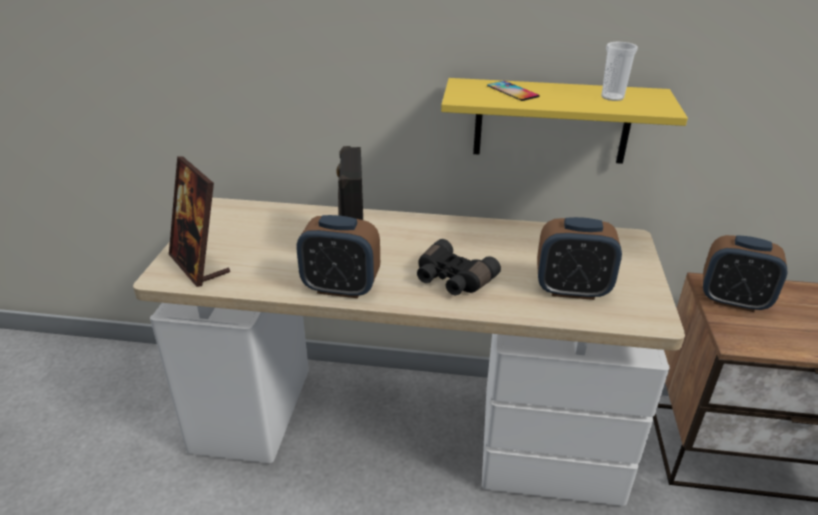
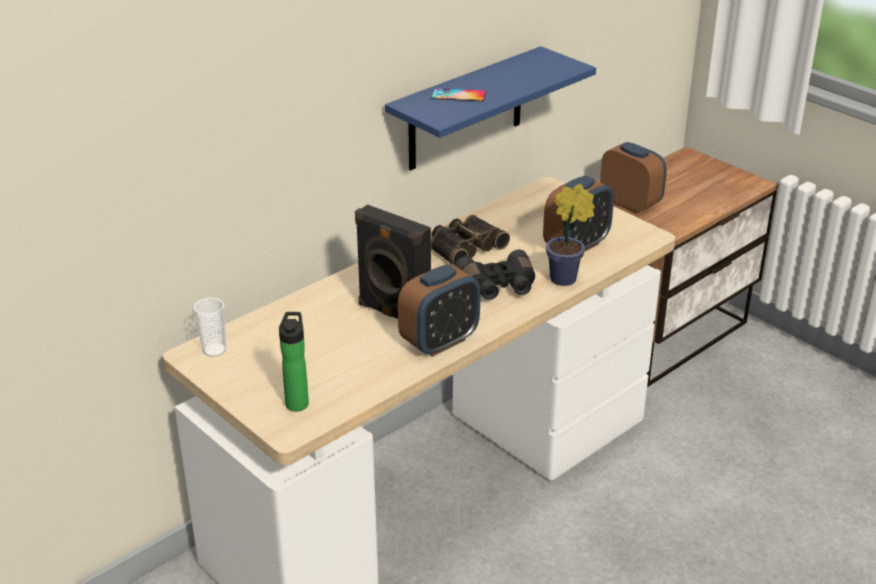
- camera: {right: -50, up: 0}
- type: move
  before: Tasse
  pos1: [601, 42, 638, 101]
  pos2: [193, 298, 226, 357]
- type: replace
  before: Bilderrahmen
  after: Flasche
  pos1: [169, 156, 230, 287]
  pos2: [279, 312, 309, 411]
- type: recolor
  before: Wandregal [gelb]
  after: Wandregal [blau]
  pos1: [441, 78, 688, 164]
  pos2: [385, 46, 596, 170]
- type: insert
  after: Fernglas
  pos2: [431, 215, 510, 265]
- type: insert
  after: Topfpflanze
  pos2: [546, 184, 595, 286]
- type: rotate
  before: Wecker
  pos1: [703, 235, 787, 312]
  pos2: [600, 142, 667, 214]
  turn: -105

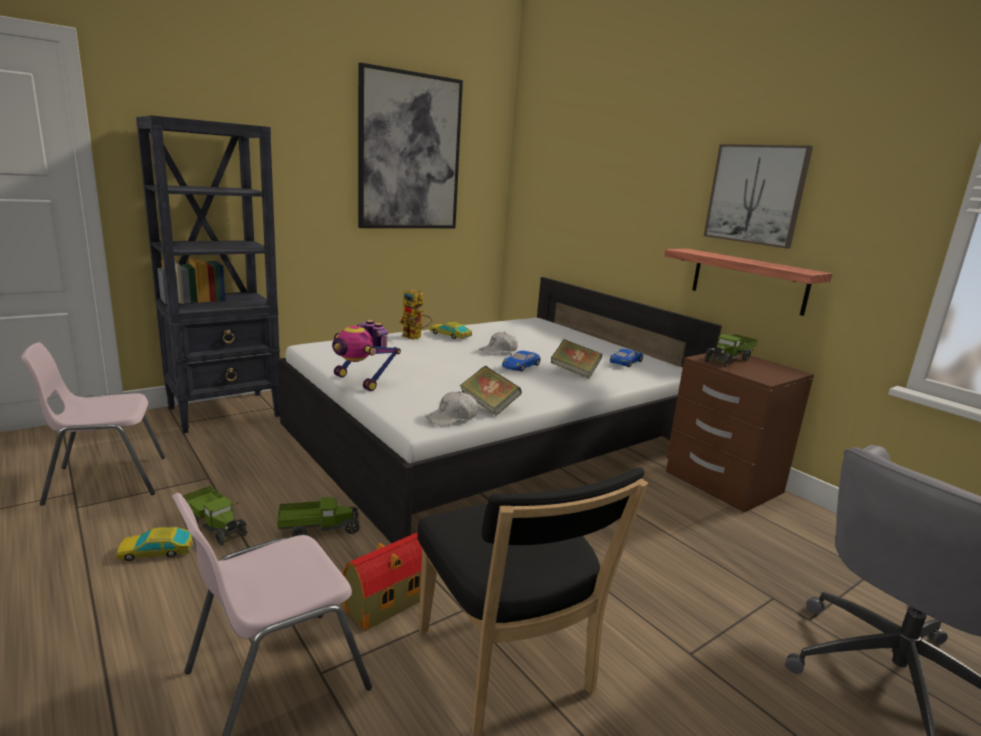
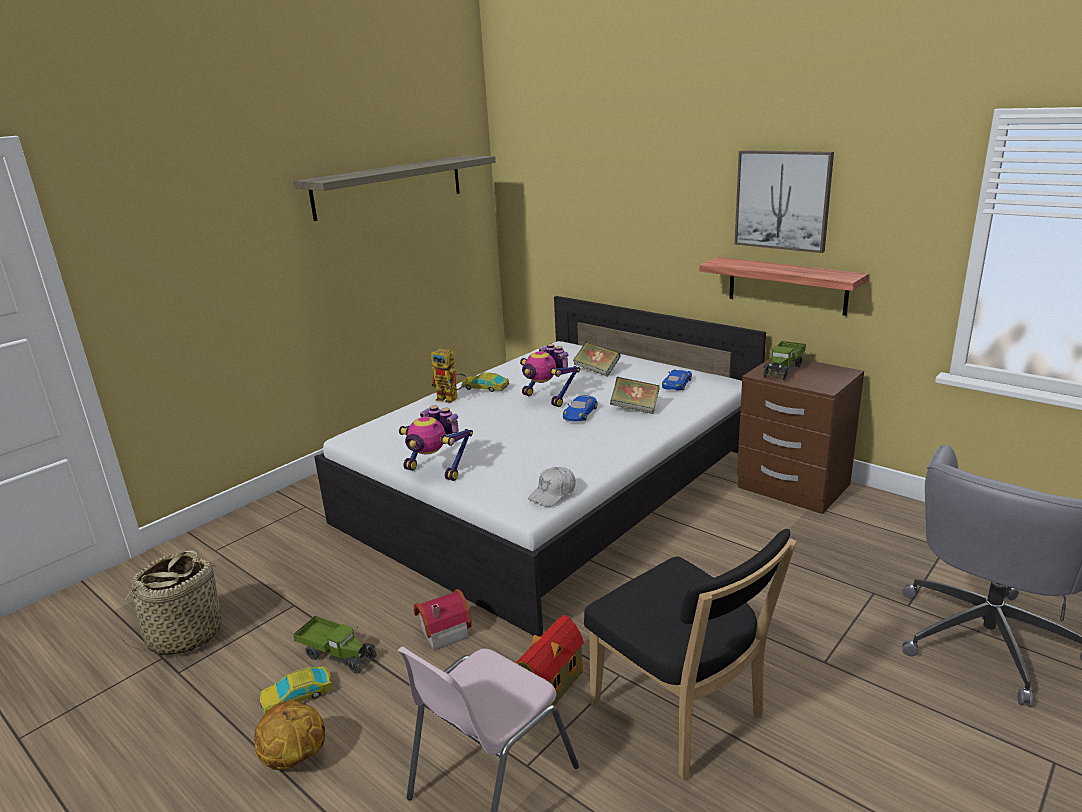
- camera: {right: -10, up: 5}
- type: replace
  before: Stuhl [rosa]
  after: Korb
  pos1: [21, 342, 165, 506]
  pos2: [121, 550, 228, 655]
- type: insert
  after: Basketball
  pos2: [254, 700, 325, 770]
- type: replace
  before: Bild
  after: Wandregal
  pos1: [358, 63, 463, 228]
  pos2: [293, 155, 496, 221]
- type: replace
  before: Spielzeuglaster
  after: Spielzeughaus
  pos1: [277, 497, 360, 537]
  pos2: [414, 589, 472, 651]
- type: replace
  before: Kappe [weiß]
  after: Spielzeugroboter
  pos1: [479, 332, 518, 355]
  pos2: [520, 344, 580, 407]
- type: move
  before: Buch
  pos1: [460, 366, 522, 416]
  pos2: [573, 342, 621, 377]
- type: delete
  before: Bücherregal [schwarz]
  pos1: [136, 115, 280, 434]

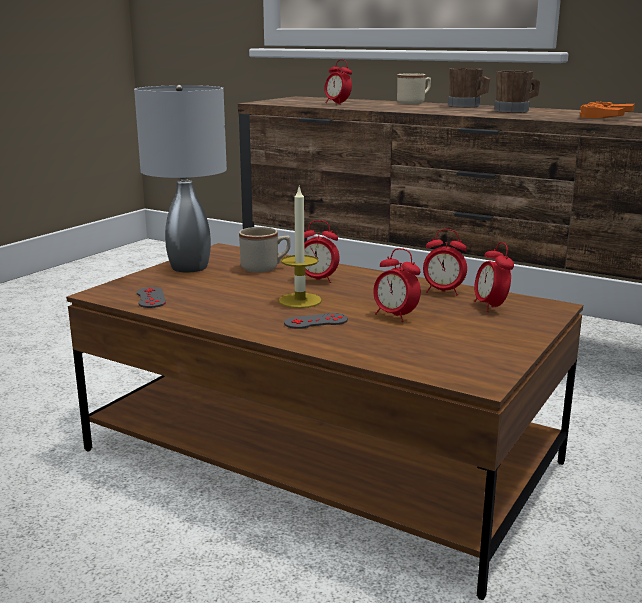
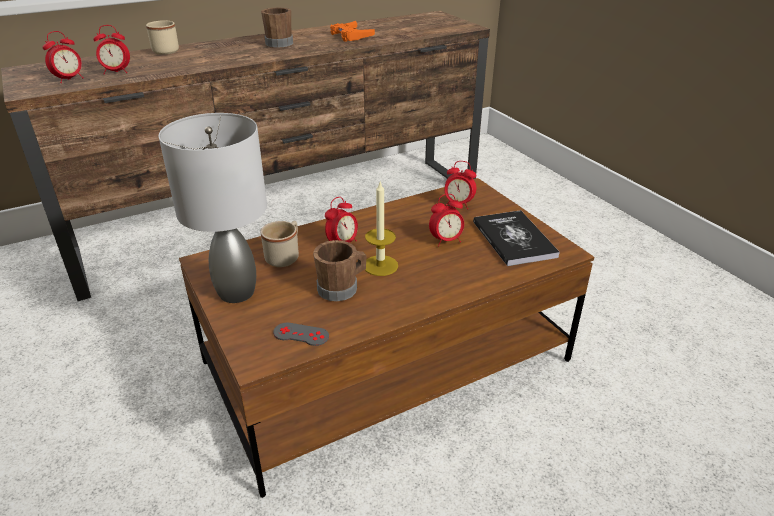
- camera: {right: -60, up: 15}
- type: move
  before: Wecker
  pos1: [423, 229, 467, 296]
  pos2: [43, 31, 84, 83]
- type: move
  before: Henkelbecher [braun]
  pos1: [448, 68, 490, 108]
  pos2: [313, 240, 367, 301]
- type: insert
  after: Buch
  pos2: [473, 210, 560, 266]
- type: delete
  before: Gamepad [grau]
  pos1: [284, 313, 348, 329]

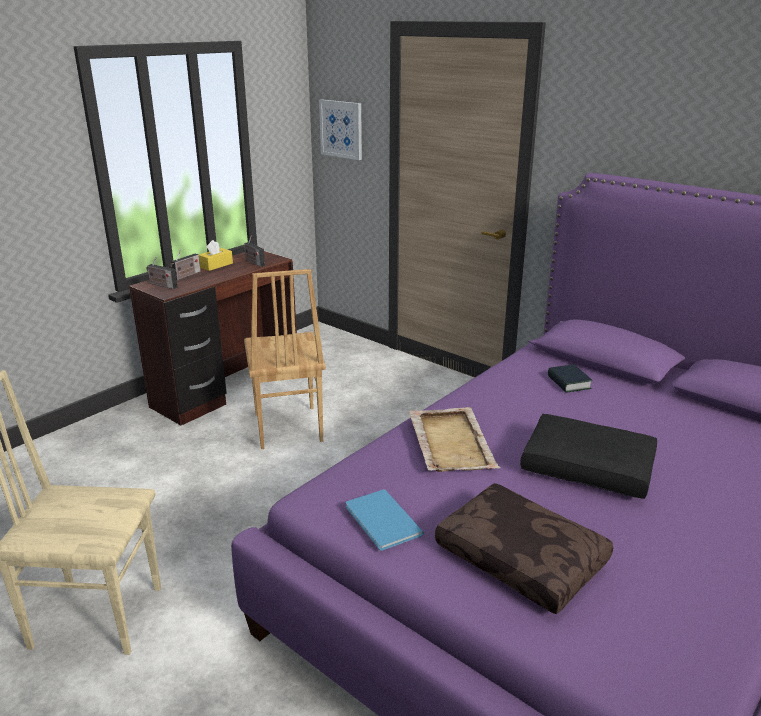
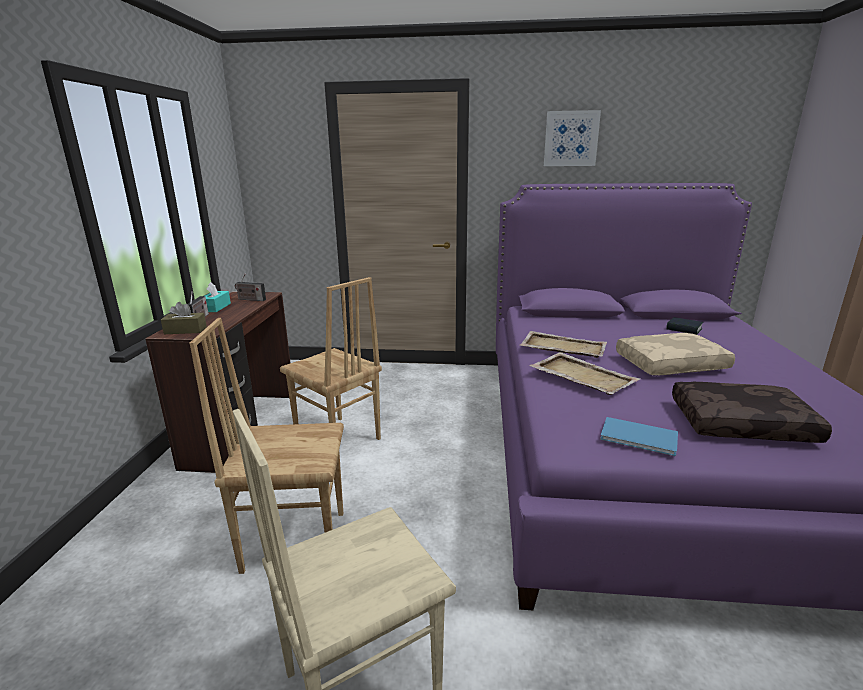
- camera: {right: -35, up: -5}
- type: replace
  before: Radio
  after: Taschentuchbox [braun]
  pos1: [146, 256, 177, 289]
  pos2: [161, 302, 207, 334]
- type: insert
  after: Stuhl [braun]
  pos2: [189, 318, 344, 574]
- type: recolor
  before: Taschentuchbox [gelb]
  after: Taschentuchbox [türkis]
  pos1: [199, 240, 233, 271]
  pos2: [205, 282, 231, 312]
- type: insert
  after: Tablett [beige]
  pos2: [520, 331, 607, 358]
- type: move
  before: Bild
  pos1: [319, 99, 362, 160]
  pos2: [544, 110, 601, 166]
- type: recolor
  before: Kissen [schwarz]
  after: Kissen [beige]
  pos1: [520, 414, 657, 499]
  pos2: [616, 333, 735, 375]
- type: move
  before: Buch
  pos1: [548, 364, 592, 393]
  pos2: [666, 317, 703, 335]

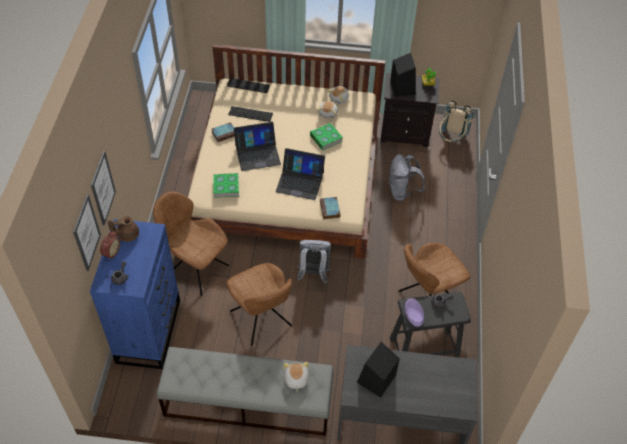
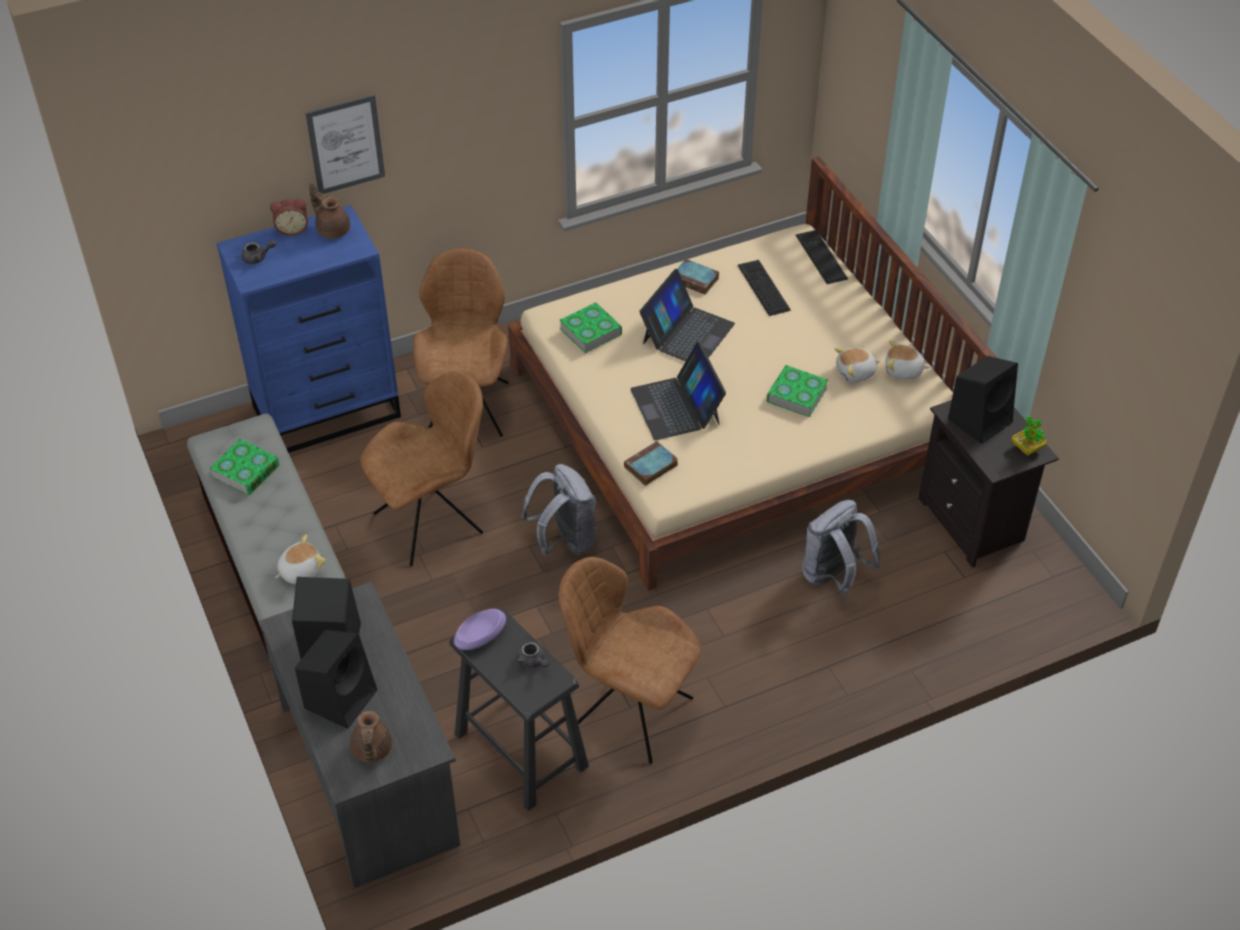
- camera: {right: 60, up: -5}
- type: insert
  after: Buch
  pos2: [209, 439, 280, 495]
- type: insert
  after: Lautsprecher [schwarz]
  pos2: [295, 630, 377, 729]
- type: insert
  after: Teekanne [braun]
  pos2: [350, 711, 392, 763]
- type: rotate
  before: Stuhl [braun]
  pos1: [227, 263, 292, 346]
  pos2: [360, 371, 483, 566]
  turn: -150
- type: rotate
  before: Laptop
  pos1: [234, 122, 281, 171]
  pos2: [639, 269, 735, 361]
  turn: -105
- type: delete
  before: Bild
  pos1: [73, 194, 101, 271]
- type: delete
  before: Rucksack [beige]
  pos1: [439, 101, 473, 142]

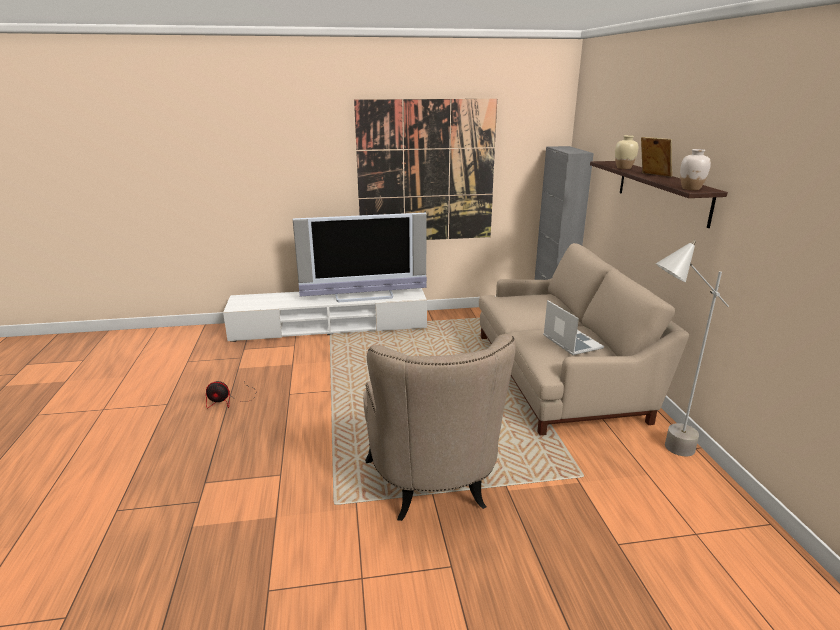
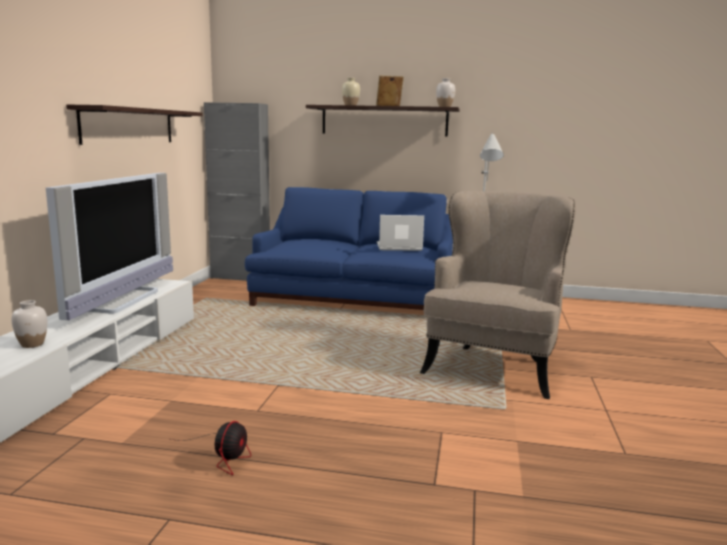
- camera: {right: -70, up: -10}
- type: insert
  after: Vase [weiß]
  pos2: [11, 300, 47, 348]
- type: replace
  before: Bild
  after: Wandregal
  pos1: [354, 99, 497, 240]
  pos2: [66, 105, 203, 145]
- type: recolor
  before: Sofa [beige]
  after: Sofa [blau]
  pos1: [479, 243, 689, 435]
  pos2: [245, 187, 453, 310]
- type: rotate
  before: Sessel [beige]
  pos1: [363, 334, 516, 521]
  pos2: [420, 191, 576, 399]
  turn: -75

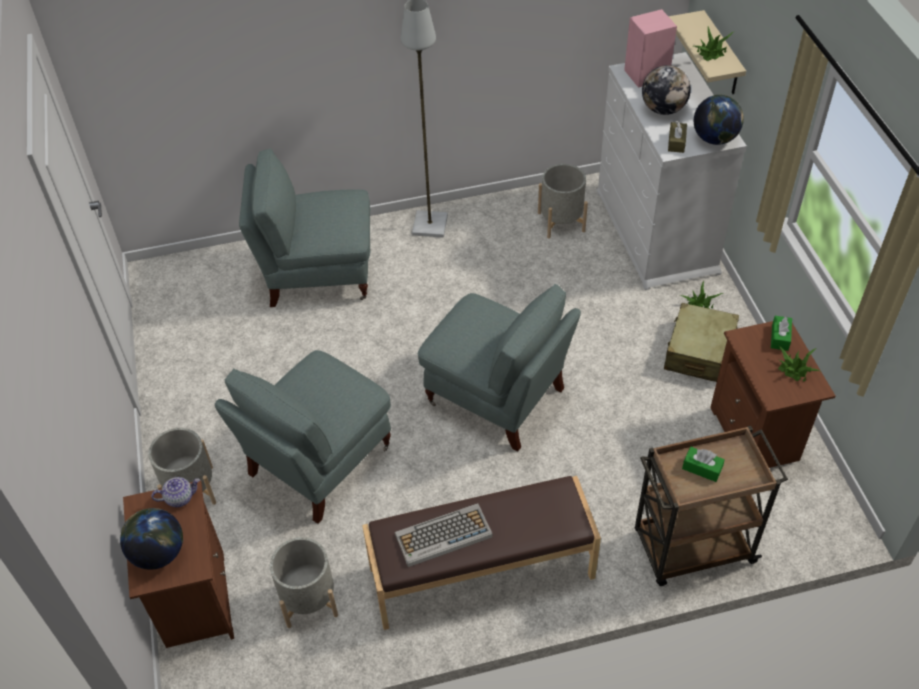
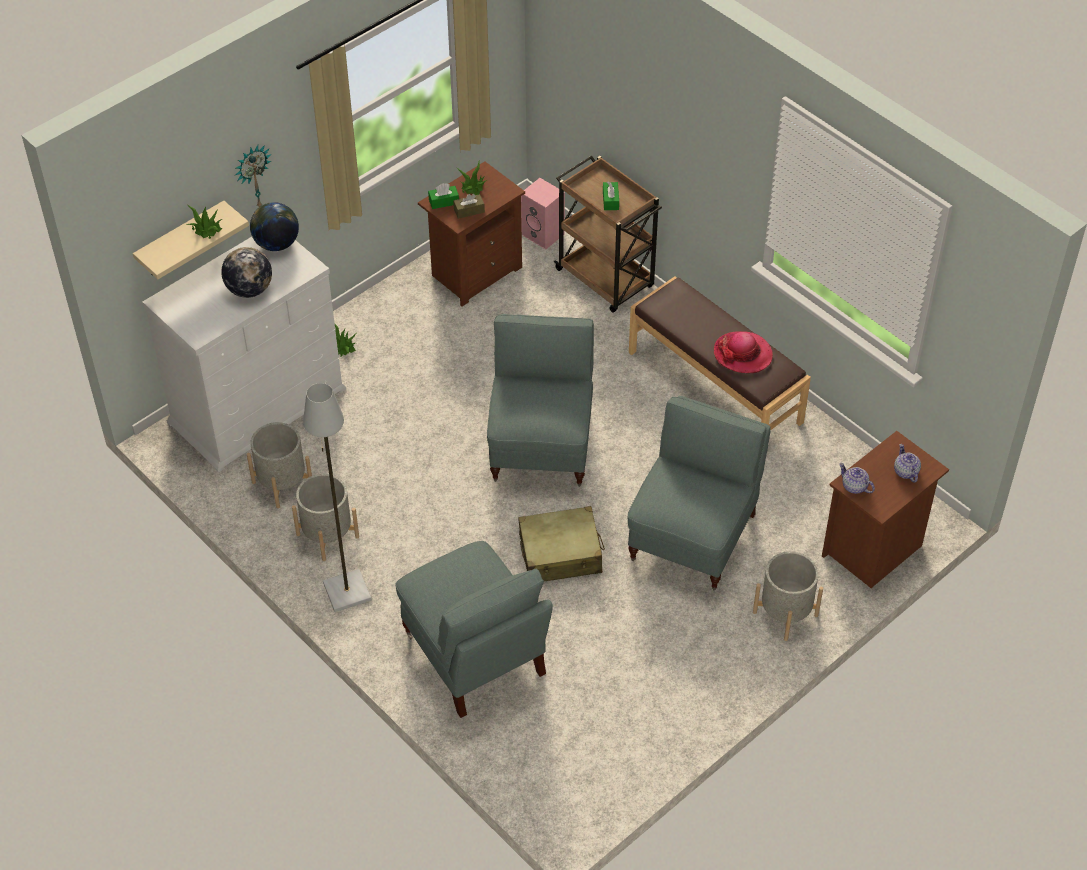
- camera: {right: -120, up: 0}
- type: insert
  after: Wanduhr
  pos2: [235, 145, 272, 207]
- type: move
  before: Pflanzkübel [grau]
  pos1: [270, 537, 338, 628]
  pos2: [292, 474, 359, 561]
- type: move
  before: Taschentuchbox [braun]
  pos1: [668, 121, 687, 153]
  pos2: [453, 194, 485, 219]
- type: move
  before: Koffer [beige]
  pos1: [664, 303, 739, 382]
  pos2: [519, 506, 605, 581]
- type: move
  before: Lautsprecher [rosa]
  pos1: [624, 9, 677, 88]
  pos2: [521, 178, 565, 249]
- type: rotate
  before: Sessel [grau]
  pos1: [215, 350, 391, 524]
  pos2: [628, 396, 771, 590]
  turn: -75
- type: replace
  before: Tastatur
  after: Hut
  pos1: [394, 503, 493, 567]
  pos2: [714, 331, 773, 373]
- type: replace
  before: Globus
  after: Teekanne
  pos1: [120, 508, 183, 570]
  pos2: [894, 444, 921, 483]

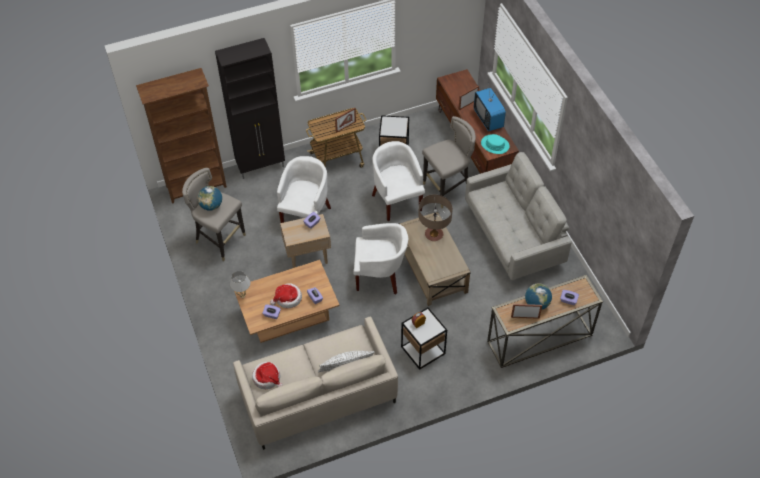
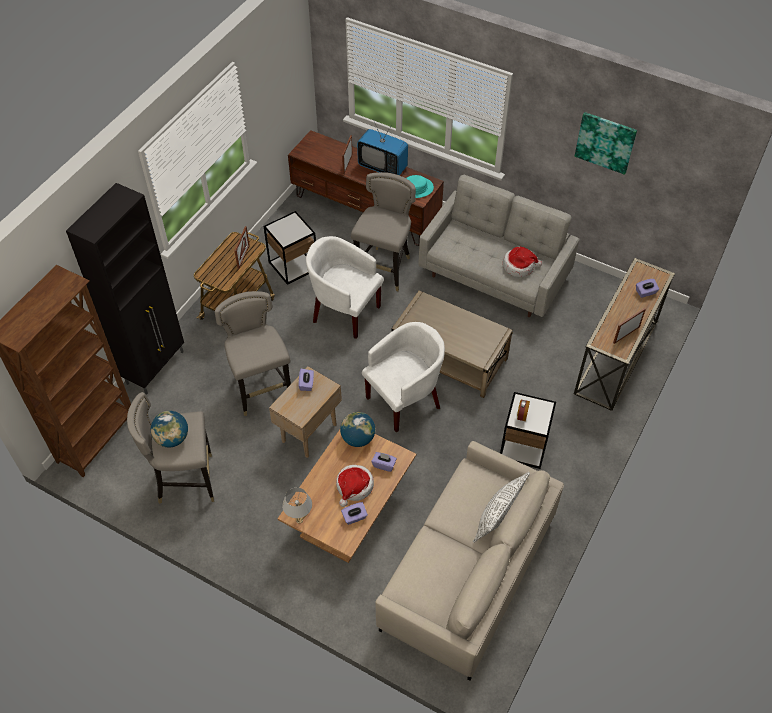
- camera: {right: -40, up: 0}
- type: replace
  before: Sessel [weiß]
  after: Hocker [grau]
  pos1: [277, 156, 331, 223]
  pos2: [215, 291, 291, 416]
- type: move
  before: Globus
  pos1: [525, 283, 552, 310]
  pos2: [340, 412, 375, 447]
- type: move
  before: Hut
  pos1: [252, 362, 283, 389]
  pos2: [503, 247, 542, 277]
- type: insert
  after: Bild
  pos2: [575, 112, 637, 175]
- type: delete
  before: Tischlampe
  pos1: [418, 195, 452, 241]

